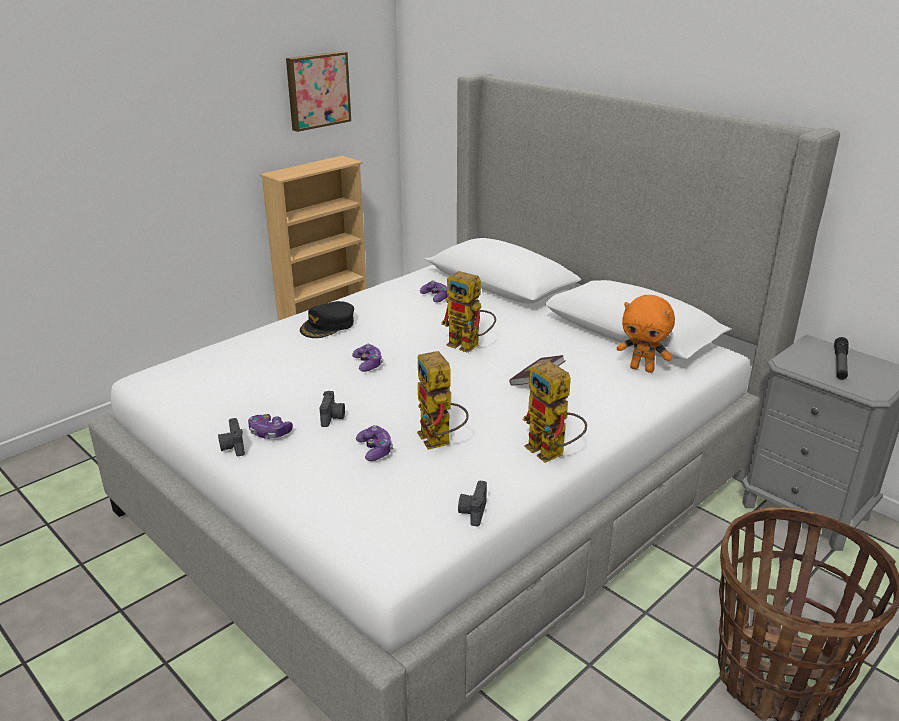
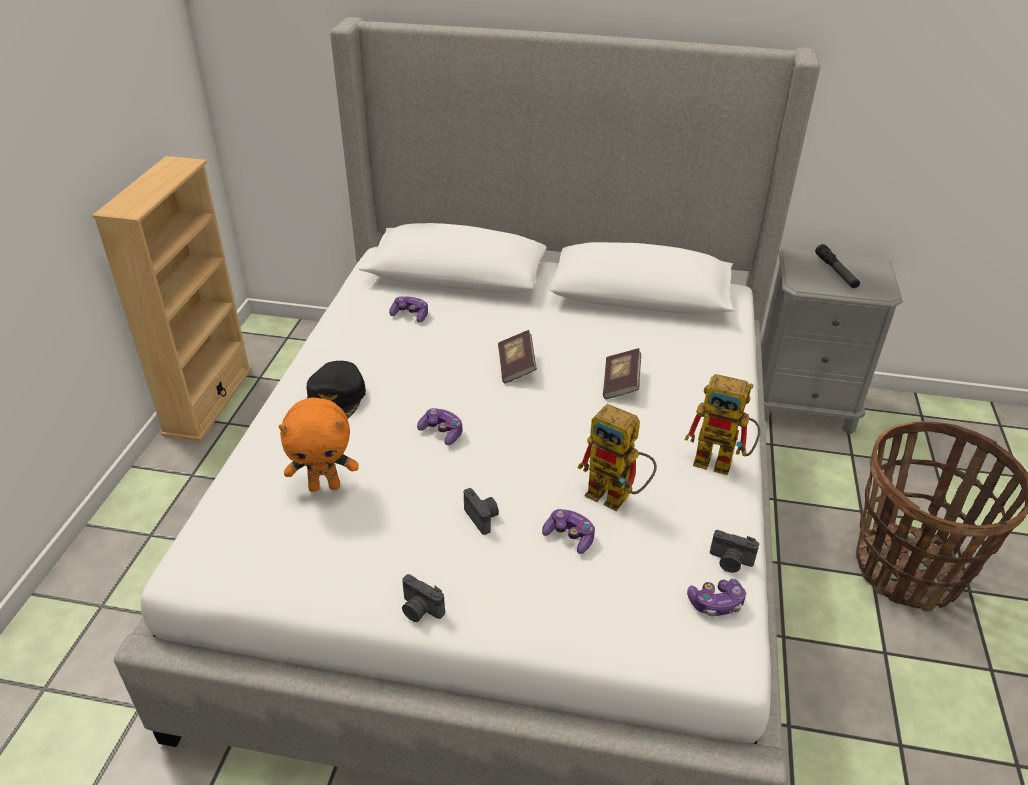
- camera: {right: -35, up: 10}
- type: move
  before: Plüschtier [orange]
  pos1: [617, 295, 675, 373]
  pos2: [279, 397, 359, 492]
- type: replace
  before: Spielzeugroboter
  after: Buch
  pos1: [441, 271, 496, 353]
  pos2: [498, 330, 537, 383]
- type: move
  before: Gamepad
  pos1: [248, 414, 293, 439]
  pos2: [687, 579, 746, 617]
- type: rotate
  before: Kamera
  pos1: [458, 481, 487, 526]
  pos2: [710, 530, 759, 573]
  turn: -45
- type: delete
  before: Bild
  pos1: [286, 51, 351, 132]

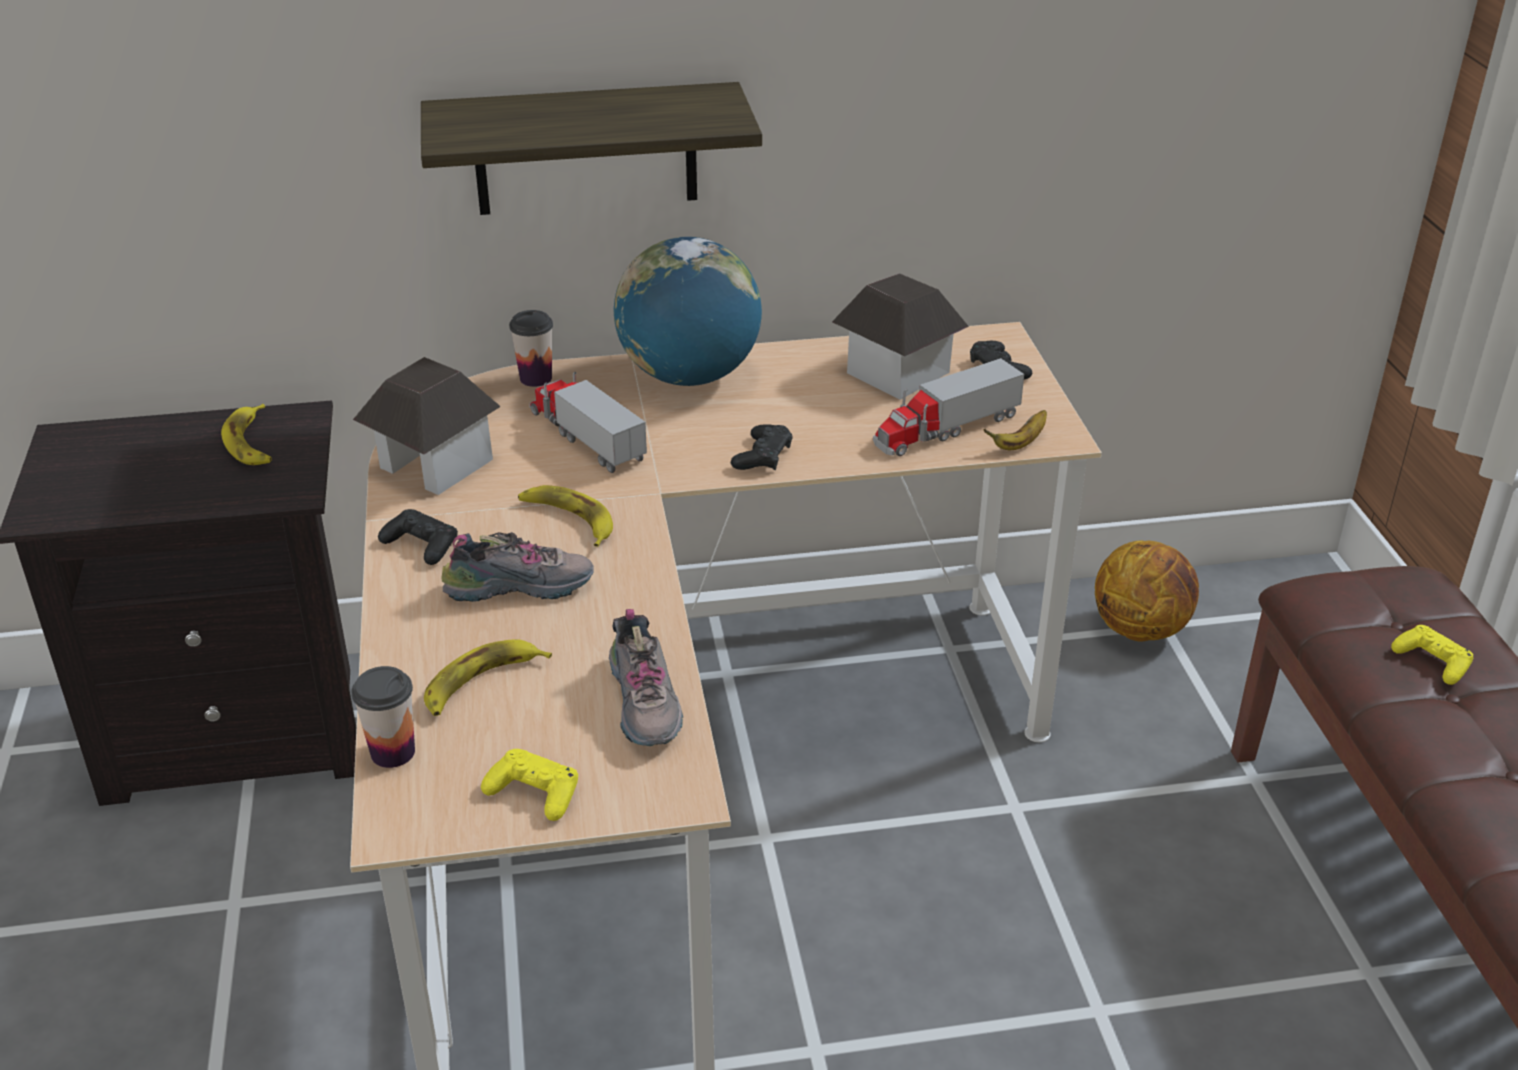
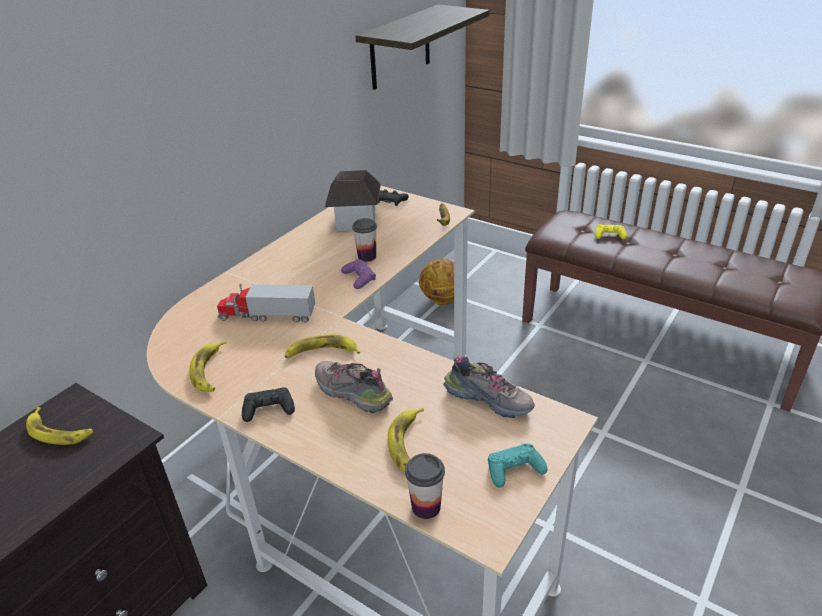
- camera: {right: -45, up: 0}
- type: replace
  before: Spielzeughaus
  after: Banane
  pos1: [353, 357, 501, 495]
  pos2: [189, 341, 227, 392]
- type: rotate
  before: Schuh
  pos1: [441, 532, 594, 602]
  pos2: [315, 361, 393, 413]
  turn: -90
- type: recolor
  before: Gamepad [schwarz]
  after: Gamepad [lila]
  pos1: [731, 424, 793, 470]
  pos2: [341, 260, 376, 289]
- type: move
  before: Tasse
  pos1: [509, 310, 553, 387]
  pos2: [352, 218, 377, 262]
- type: move
  before: Wandregal
  pos1: [421, 82, 762, 215]
  pos2: [355, 5, 490, 90]
- type: recolor
  before: Gamepad [gelb]
  after: Gamepad [türkis]
  pos1: [481, 749, 578, 821]
  pos2: [488, 444, 548, 488]
- type: delete
  before: Globus
  pos1: [614, 237, 762, 386]
- type: delete
  before: Spielzeuglaster
  pos1: [873, 358, 1024, 456]

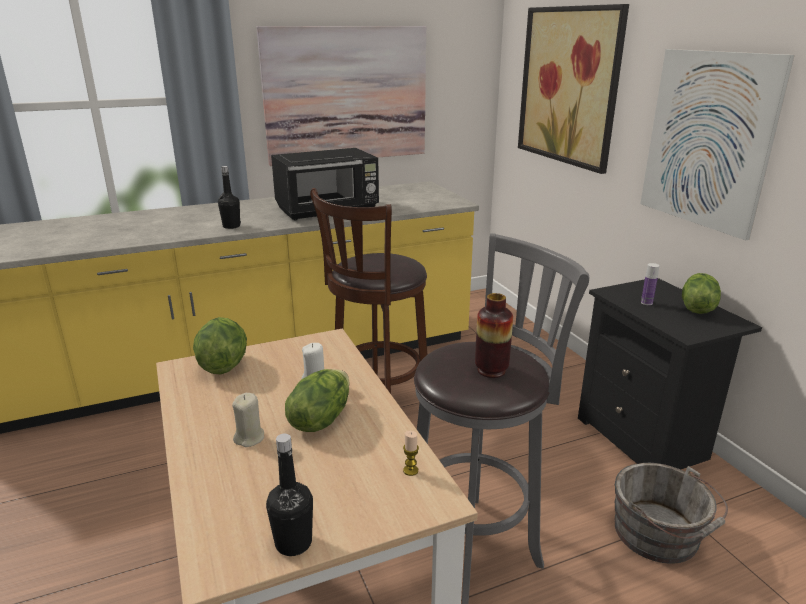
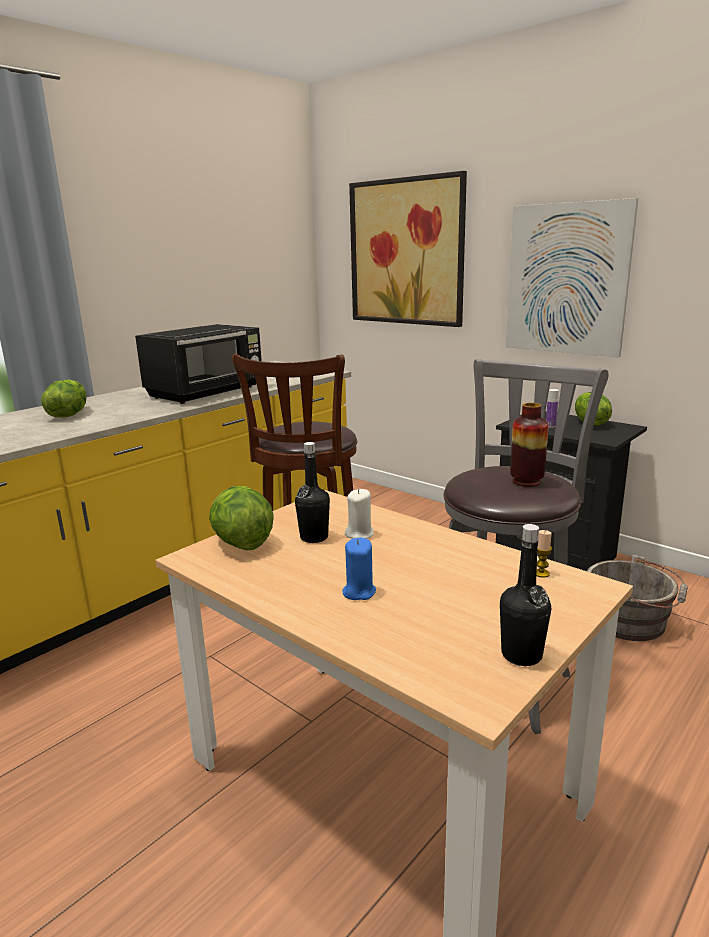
- camera: {right: -25, up: -5}
- type: move
  before: Salatkopf
  pos1: [285, 369, 350, 432]
  pos2: [41, 379, 87, 418]
- type: move
  before: Flasche [schwarz]
  pos1: [218, 166, 241, 229]
  pos2: [295, 442, 330, 543]
- type: recolor
  before: Kerze [beige]
  after: Kerze [blau]
  pos1: [232, 393, 264, 447]
  pos2: [343, 538, 376, 600]
- type: delete
  before: Bild
  pos1: [256, 26, 426, 166]

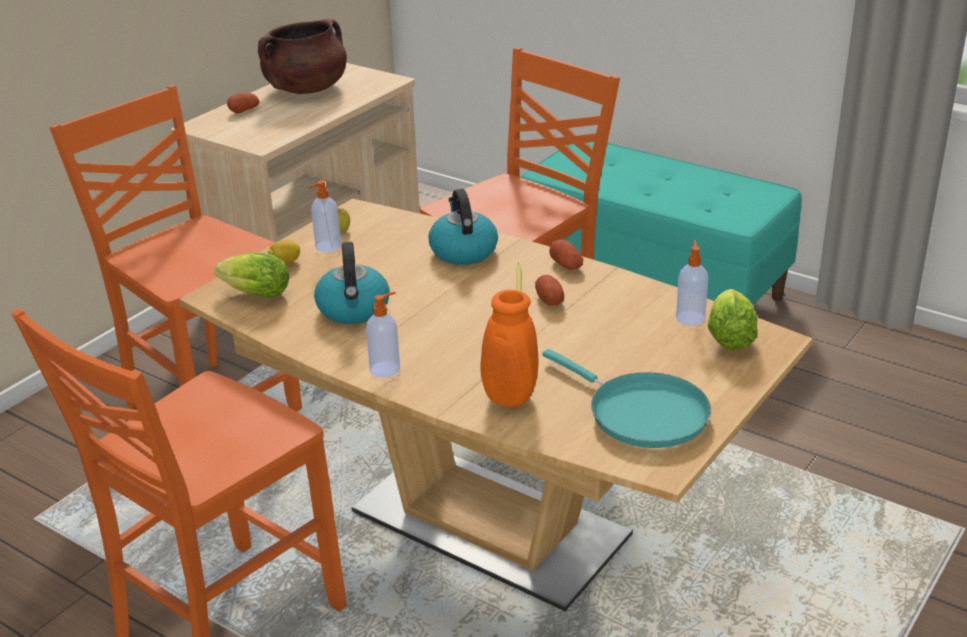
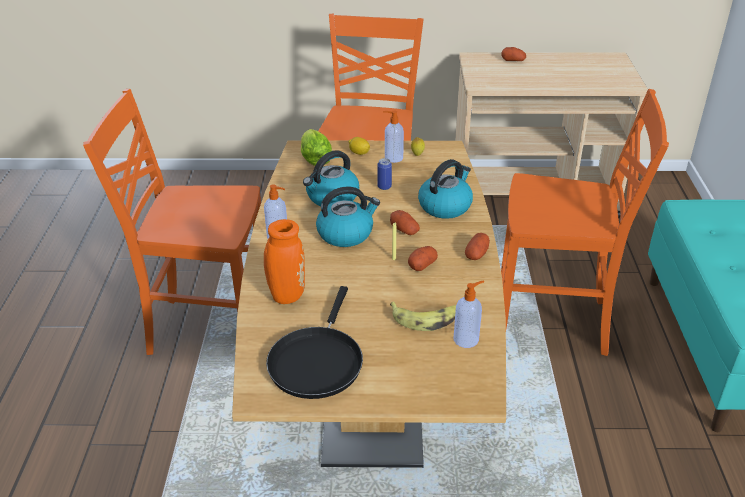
- camera: {right: 55, up: 5}
- type: recolor
  before: Pfanne [türkis]
  after: Pfanne [schwarz]
  pos1: [542, 349, 711, 448]
  pos2: [266, 286, 363, 399]
- type: insert
  after: Wasserkessel
  pos2: [316, 186, 380, 247]
- type: insert
  after: Dose
  pos2: [377, 158, 392, 190]
- type: insert
  after: Kartoffel
  pos2: [390, 210, 420, 235]
- type: insert
  after: Banane
  pos2: [390, 301, 456, 331]
- type: delete
  before: Kochtopf [braun]
  pos1: [258, 19, 347, 94]
- type: delete
  before: Salatkopf
  pos1: [708, 289, 757, 350]

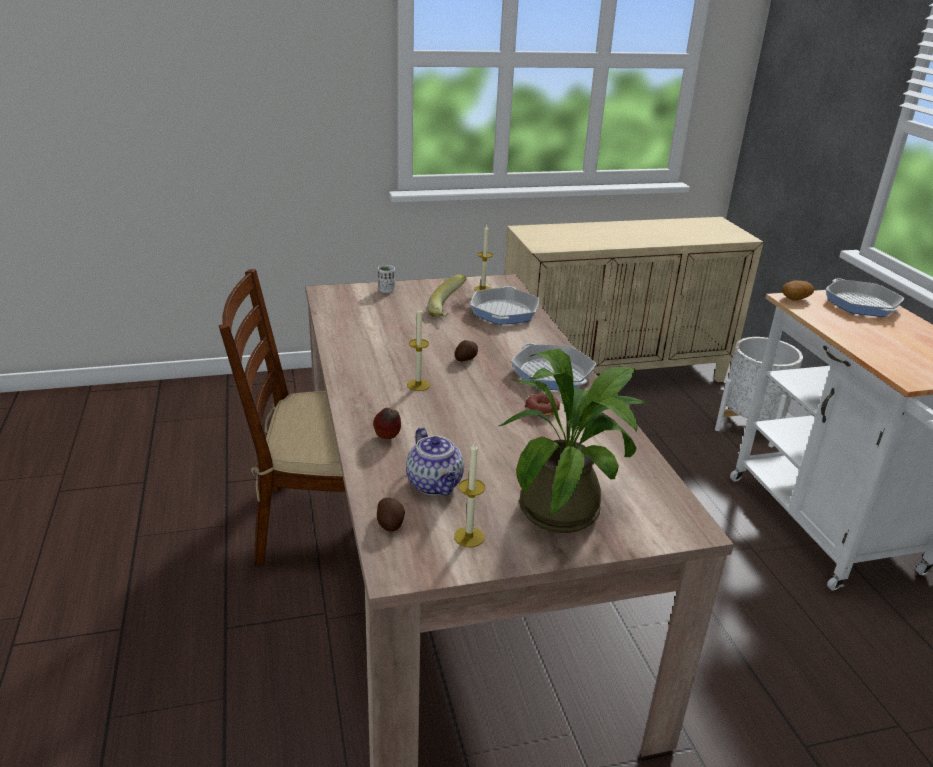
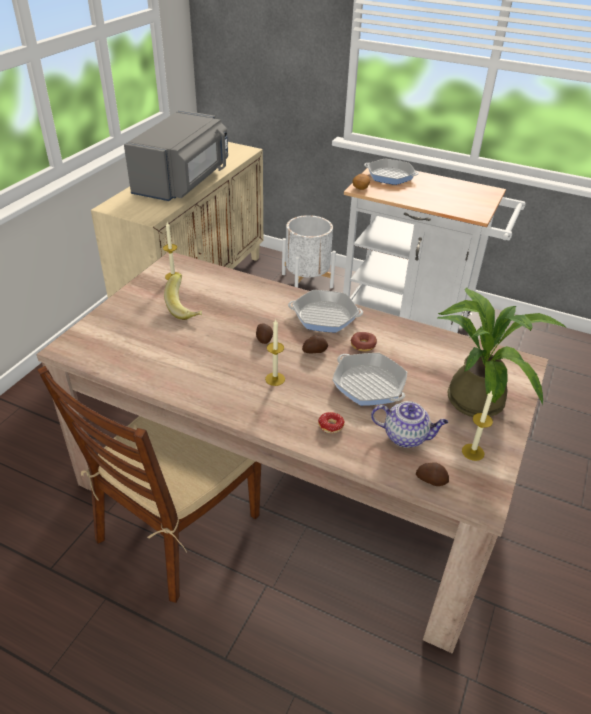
- camera: {right: -50, up: 10}
- type: insert
  after: Mikrowelle [grau]
  pos2: [124, 110, 228, 201]
- type: insert
  after: Kartoffel
  pos2: [302, 335, 328, 353]
- type: replace
  before: Apfel
  after: Donut
  pos1: [373, 408, 401, 439]
  pos2: [318, 412, 345, 433]
- type: move
  before: Pfanne
  pos1: [470, 286, 539, 325]
  pos2: [333, 353, 407, 406]
- type: delete
  before: Tasse [weiß]
  pos1: [378, 265, 395, 293]

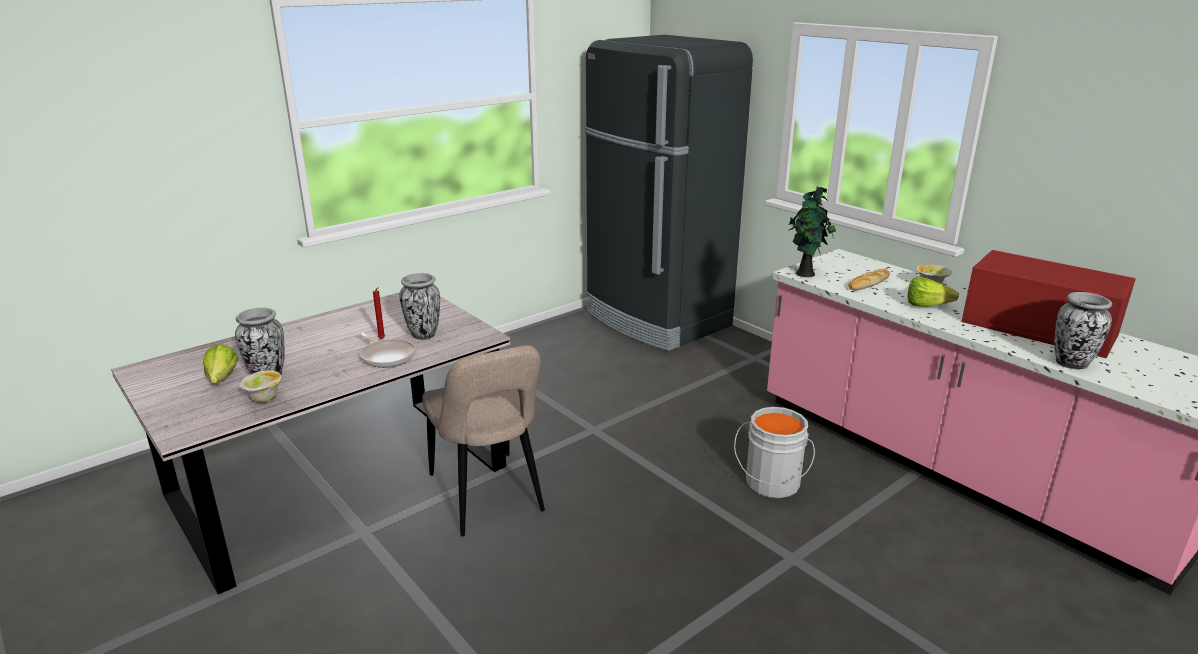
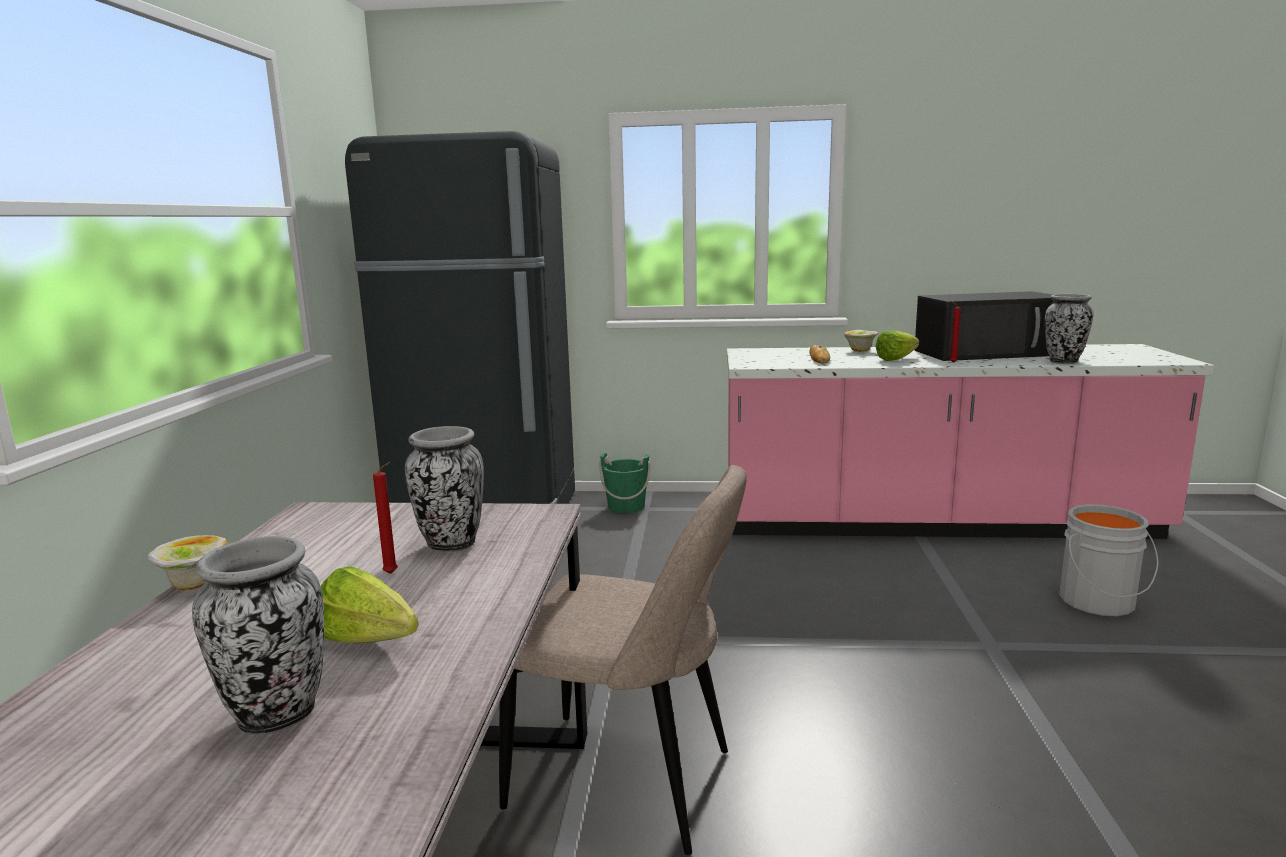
- camera: {right: -45, up: -10}
- type: move
  before: Schüssel
  pos1: [240, 370, 282, 403]
  pos2: [148, 535, 227, 590]
- type: move
  before: Salatkopf
  pos1: [203, 344, 238, 384]
  pos2: [321, 566, 418, 643]
- type: insert
  after: Eimer [grün]
  pos2: [599, 453, 651, 513]
- type: recolor
  before: Mikrowelle [rot]
  after: Mikrowelle [schwarz]
  pos1: [962, 250, 1136, 358]
  pos2: [914, 291, 1054, 361]
- type: insert
  after: Kerze [rot]
  pos2: [950, 301, 961, 363]
- type: move
  before: Eimer [grau]
  pos1: [734, 407, 815, 498]
  pos2: [1059, 504, 1159, 616]
- type: delete
  before: Pfanne
  pos1: [358, 332, 416, 368]
- type: delete
  before: Topfpflanze
  pos1: [788, 187, 836, 277]

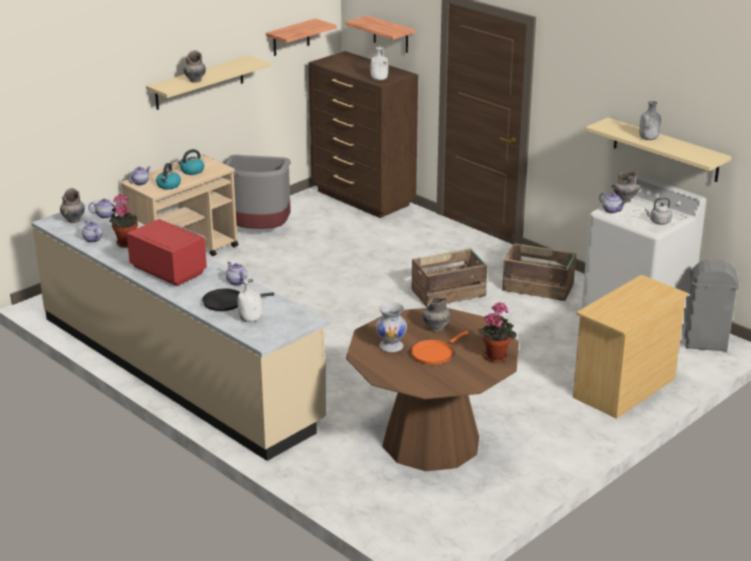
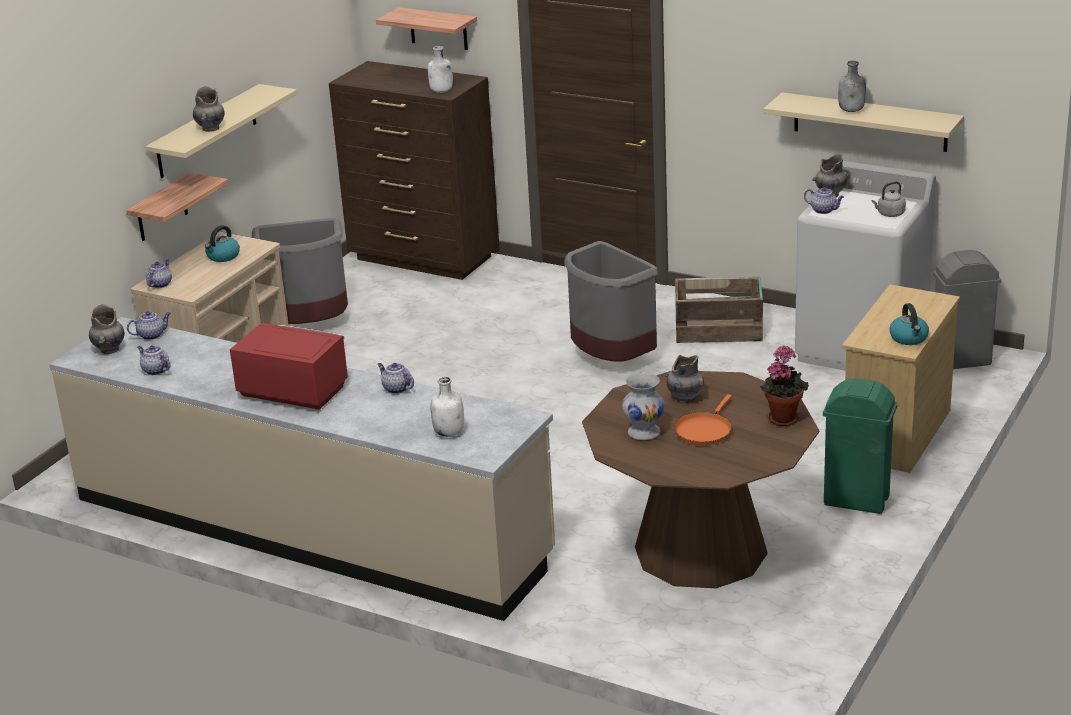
- camera: {right: -15, up: 0}
- type: move
  before: Wandregal
  pos1: [266, 18, 337, 56]
  pos2: [126, 173, 228, 241]
- type: replace
  before: Kiste
  after: Mülleimer [grau]
  pos1: [412, 249, 487, 307]
  pos2: [564, 241, 658, 362]
- type: insert
  after: Mülleimer [grün]
  pos2: [823, 378, 897, 514]
- type: move
  before: Wasserkessel
  pos1: [156, 163, 181, 189]
  pos2: [889, 303, 929, 345]
- type: delete
  before: Topfpflanze
  pos1: [109, 194, 138, 248]
- type: delete
  before: Pfanne [schwarz]
  pos1: [202, 289, 274, 311]

